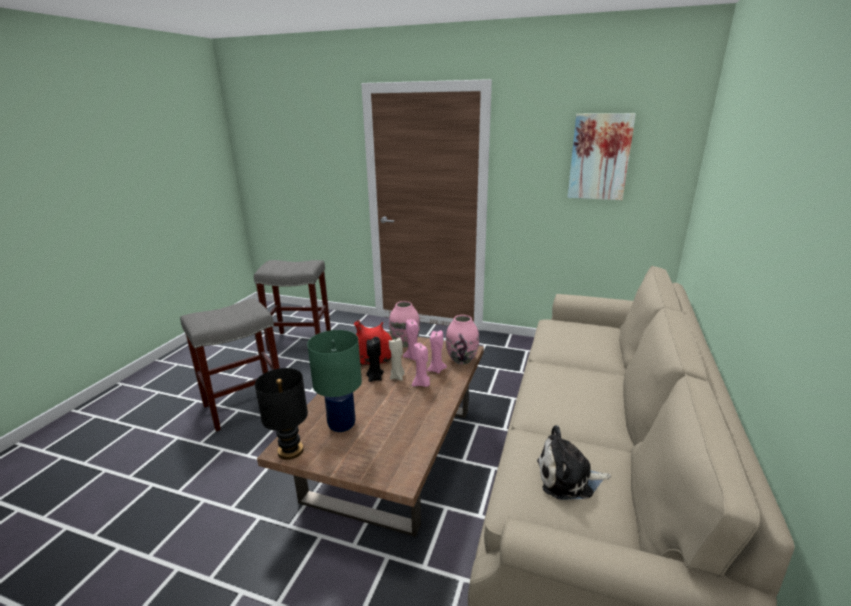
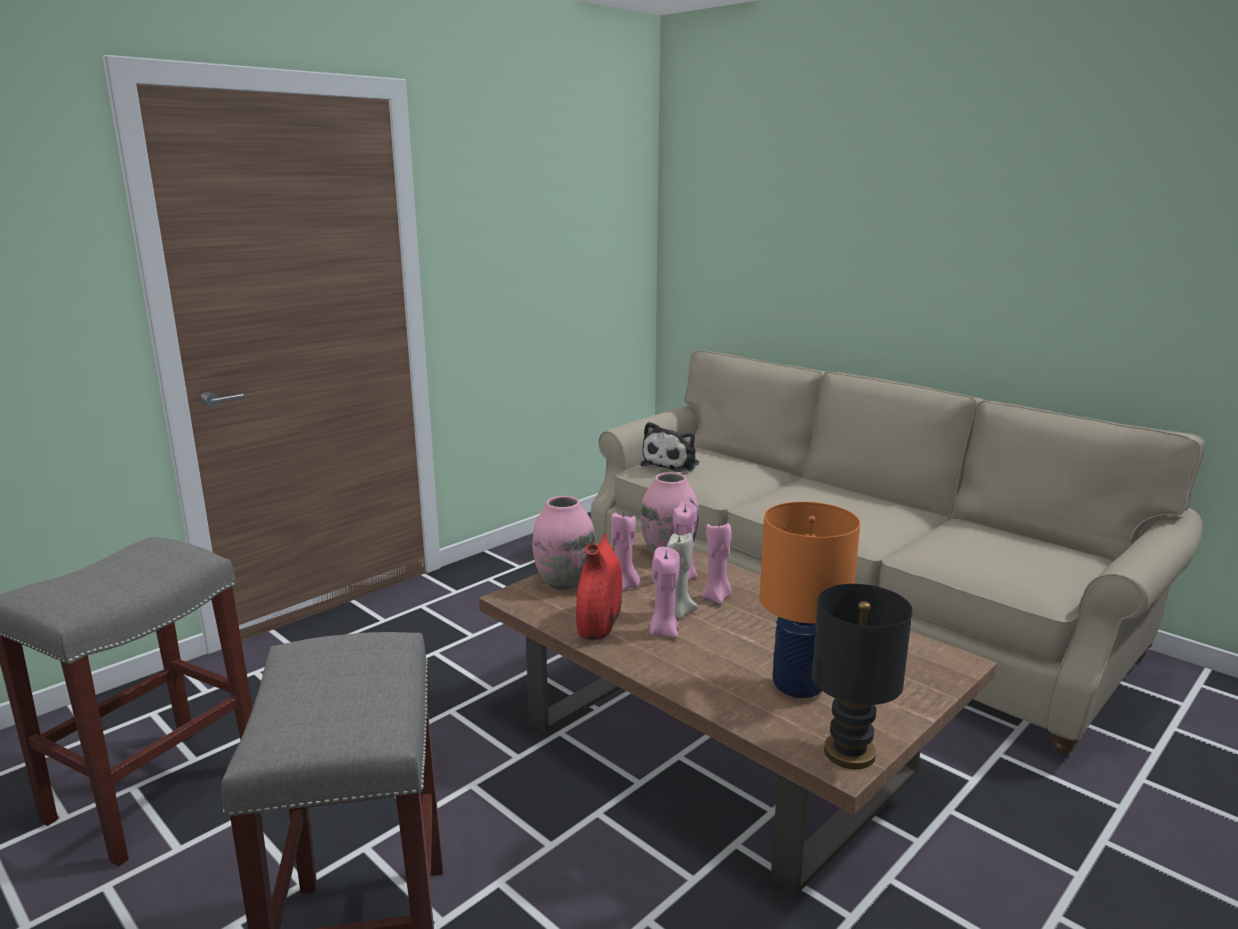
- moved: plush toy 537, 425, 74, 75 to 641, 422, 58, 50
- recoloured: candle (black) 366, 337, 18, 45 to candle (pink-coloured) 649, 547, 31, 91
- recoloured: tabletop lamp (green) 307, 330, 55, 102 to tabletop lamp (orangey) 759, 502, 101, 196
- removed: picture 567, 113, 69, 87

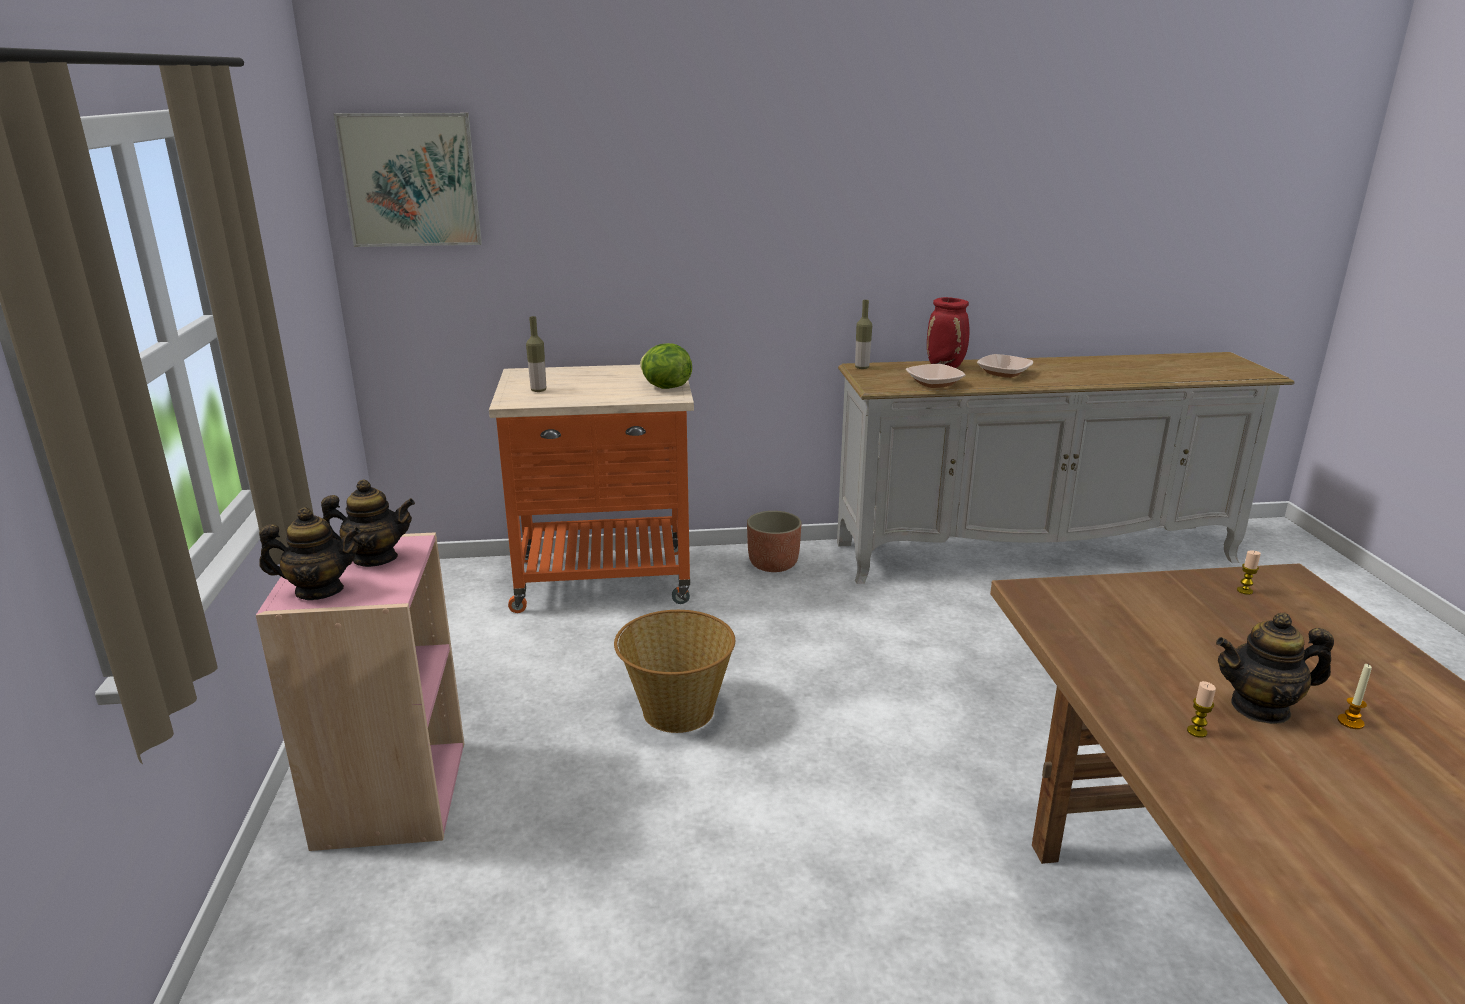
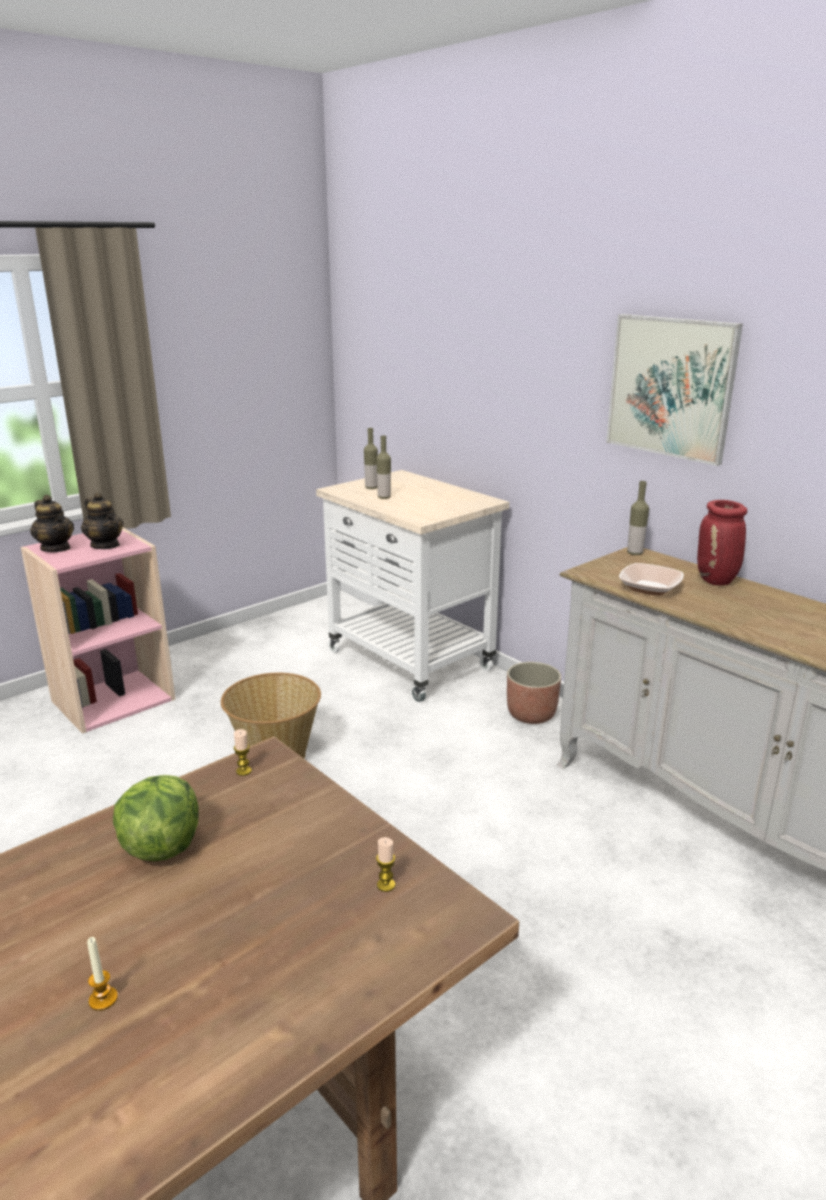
- moved: head of lettuce 640, 343, 52, 46 to 113, 775, 86, 87
- moved: candle 1187, 681, 29, 57 to 234, 729, 18, 47
- recoloured: trolley (orangey) 489, 365, 205, 248 to trolley (white) 316, 470, 193, 232
- added: bottle 376, 435, 15, 64
- moved: picture 334, 113, 148, 134 to 606, 314, 137, 152
- removed: serving bowl 977, 354, 56, 24
- removed: pot for tea 1216, 613, 118, 111

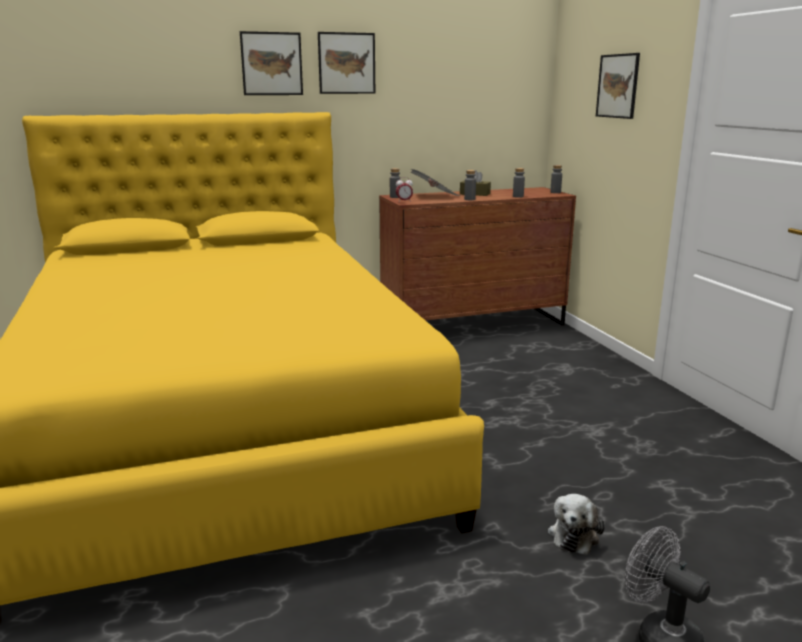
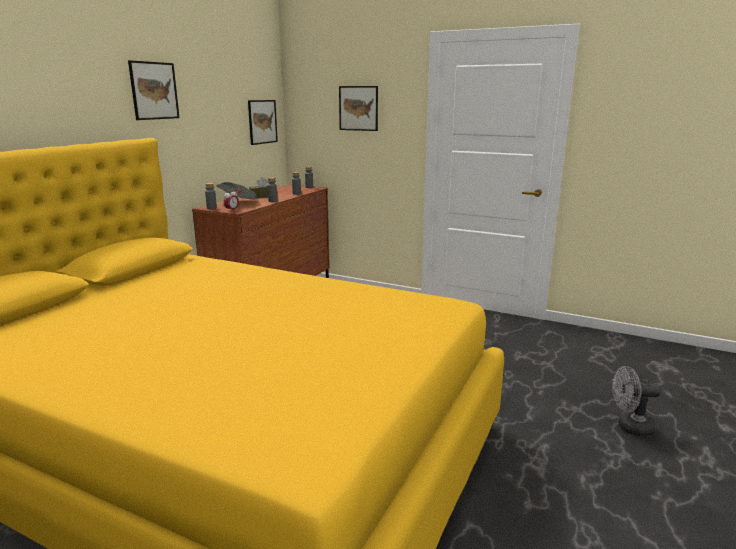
- moved: picture 240, 31, 63, 64 to 248, 100, 30, 45
- removed: plush toy 548, 494, 57, 61

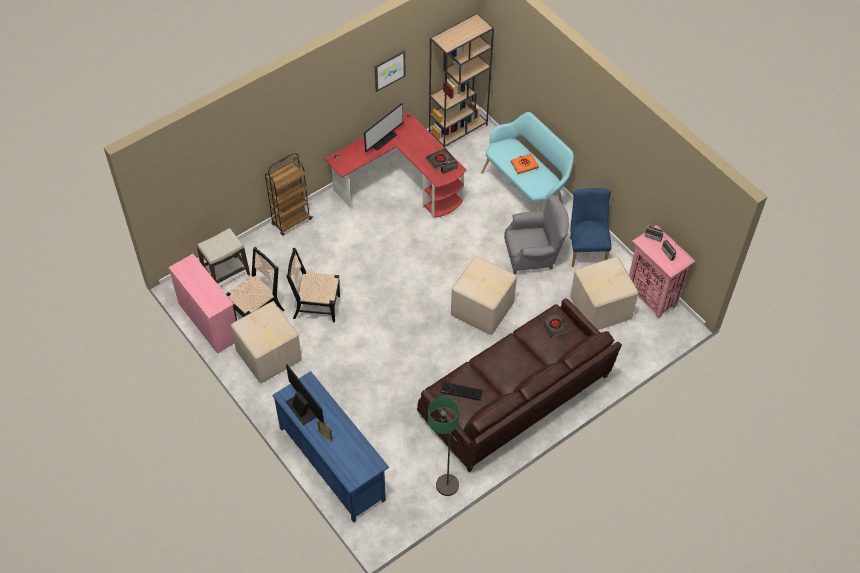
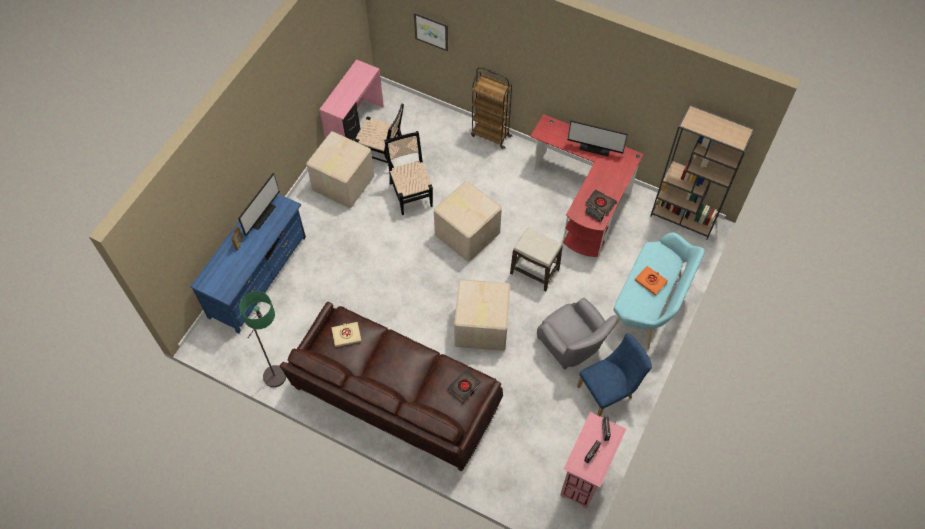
- replaced: PC keyboard 441, 382, 42, 19 to volume (beige) 331, 322, 31, 25
- moved: picture 375, 50, 30, 42 to 414, 12, 34, 40
- moved: packing box 570, 257, 69, 73 to 434, 181, 68, 81
- moved: sitting stool 197, 228, 53, 56 to 510, 227, 53, 65

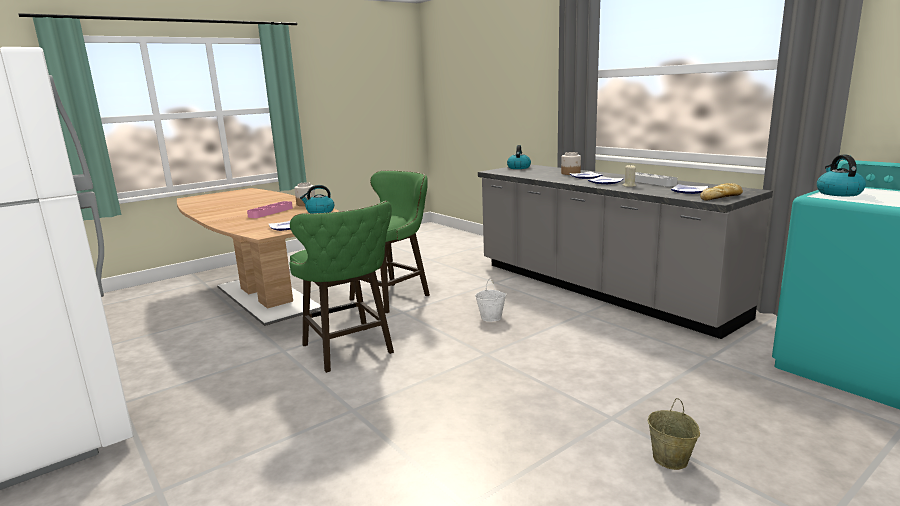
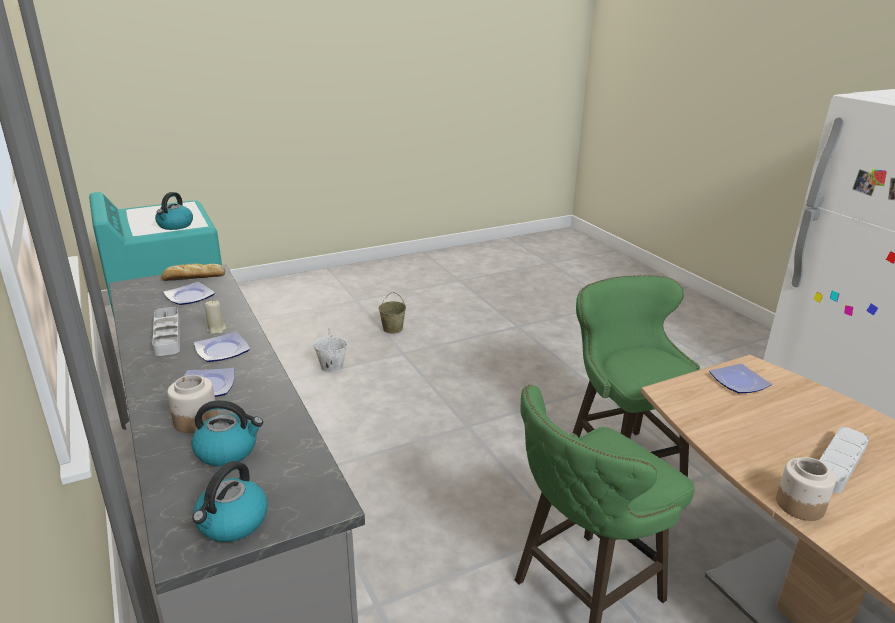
- moved: kettle 300, 185, 35, 28 to 191, 400, 72, 67
- moved: pail (white) 475, 278, 31, 44 to 313, 328, 34, 44
- recoloured: carrying tray (pink-coloured) 247, 201, 46, 17 to carrying tray (greyish) 819, 427, 50, 66

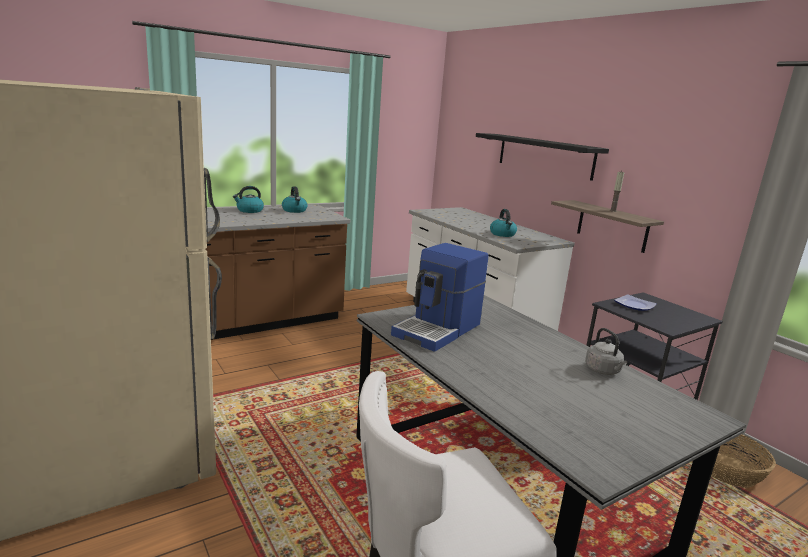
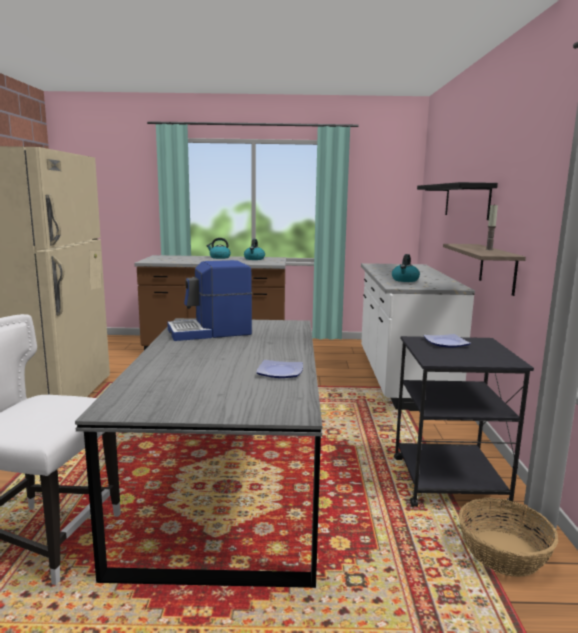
- replaced: kettle (greyish) 585, 328, 42, 47 to plate 256, 360, 47, 18

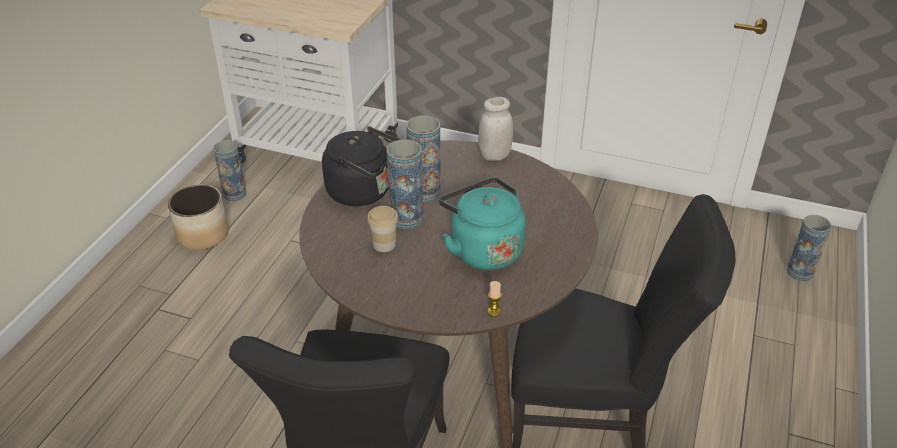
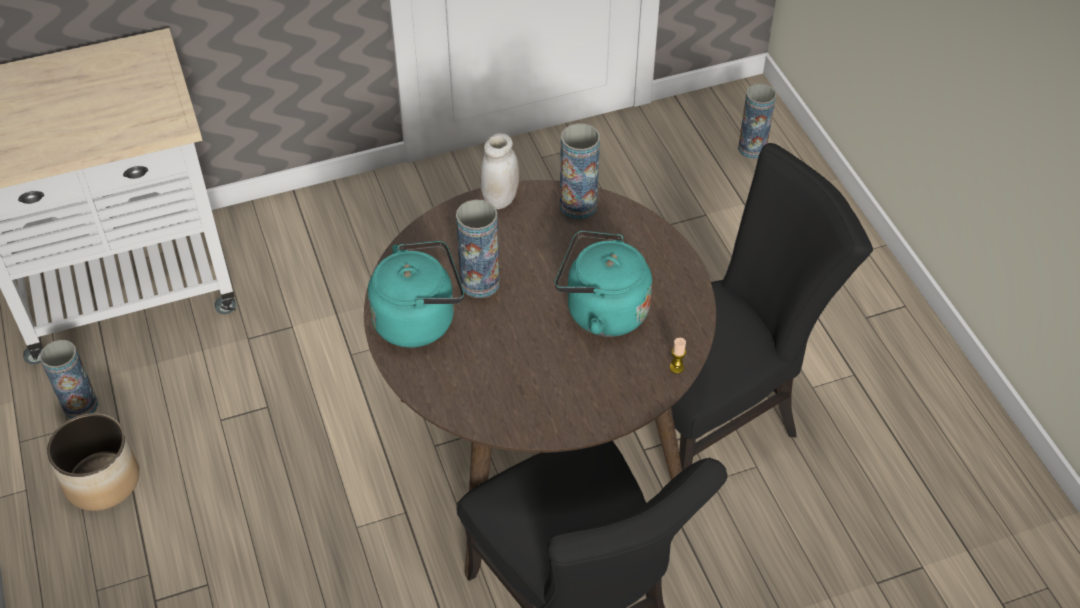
- recoloured: kettle (black) 322, 126, 78, 80 to kettle (turquoise-coloured) 367, 241, 97, 107
- moved: flower vase 387, 139, 36, 90 to 560, 123, 40, 97
- removed: cup 367, 206, 31, 46

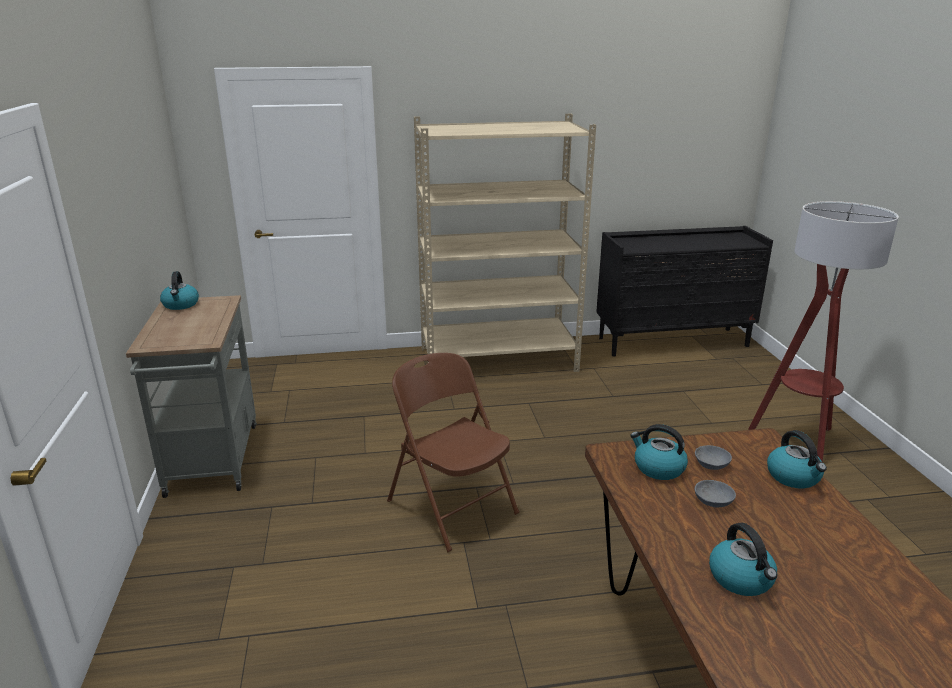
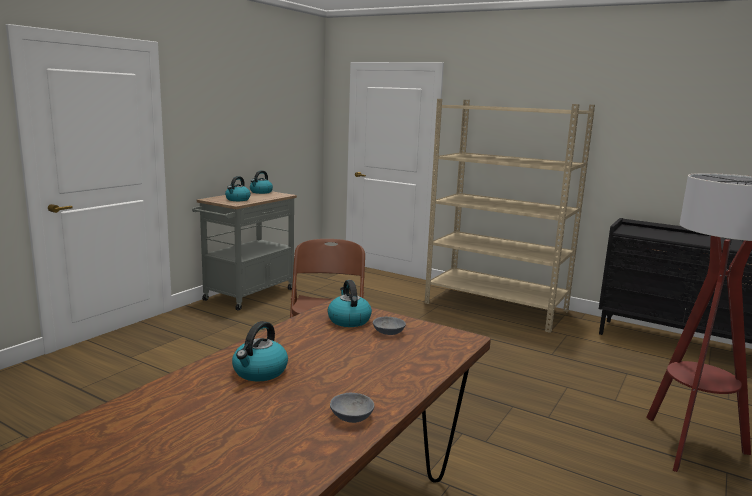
- moved: kettle 767, 430, 60, 58 to 225, 176, 26, 25
- moved: serving bowl (greyish) 695, 480, 41, 27 to 330, 393, 44, 30

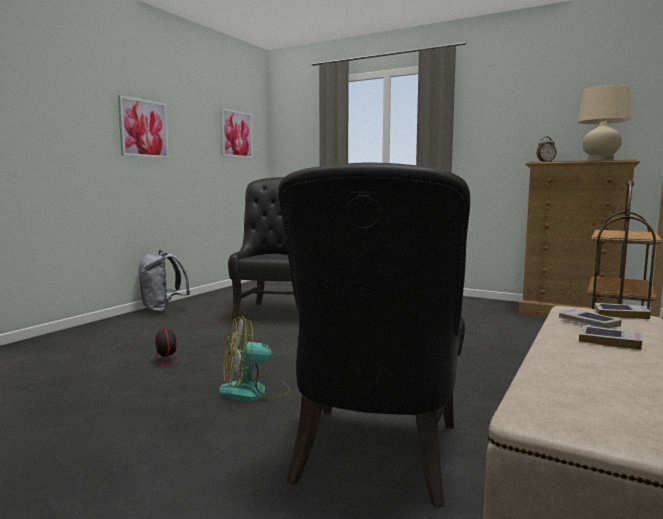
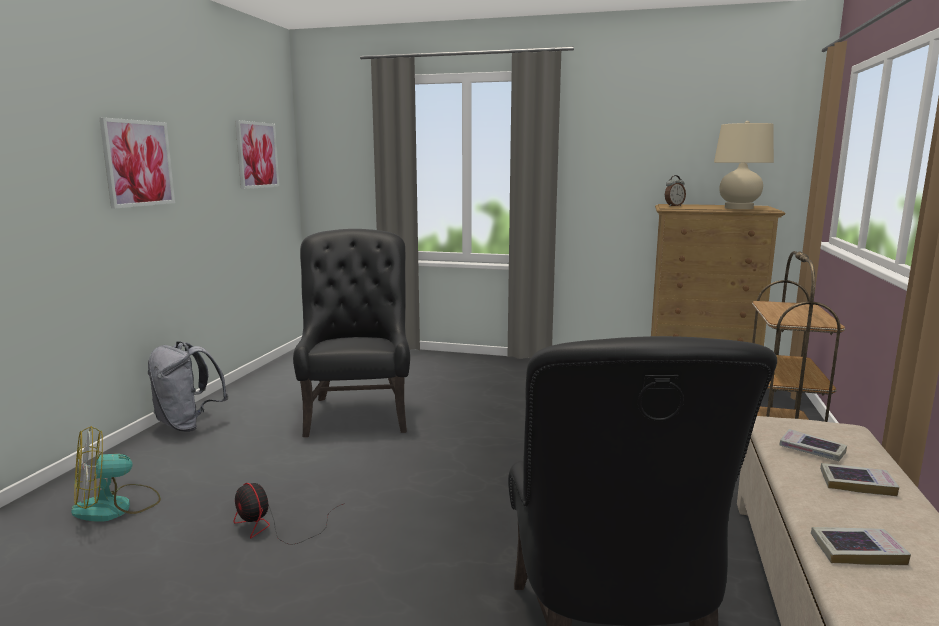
- moved: fan 219, 316, 71, 85 to 71, 426, 90, 96
- moved: volume 594, 303, 57, 16 to 811, 527, 100, 38

